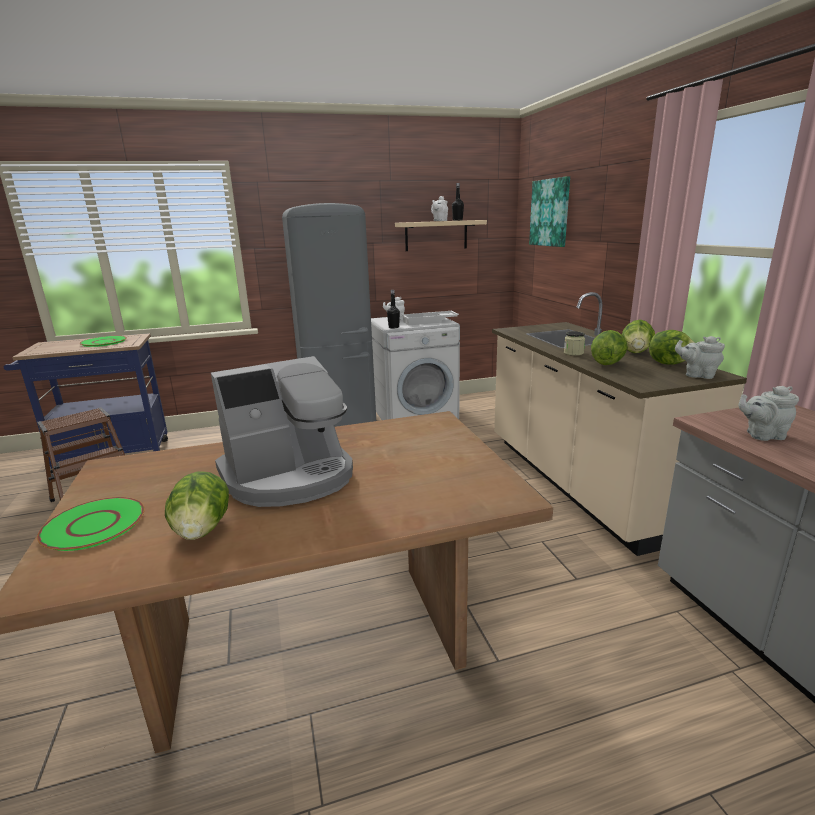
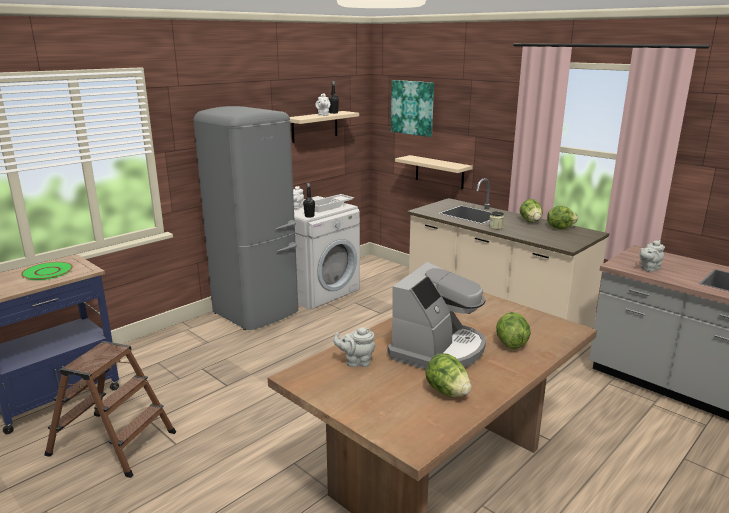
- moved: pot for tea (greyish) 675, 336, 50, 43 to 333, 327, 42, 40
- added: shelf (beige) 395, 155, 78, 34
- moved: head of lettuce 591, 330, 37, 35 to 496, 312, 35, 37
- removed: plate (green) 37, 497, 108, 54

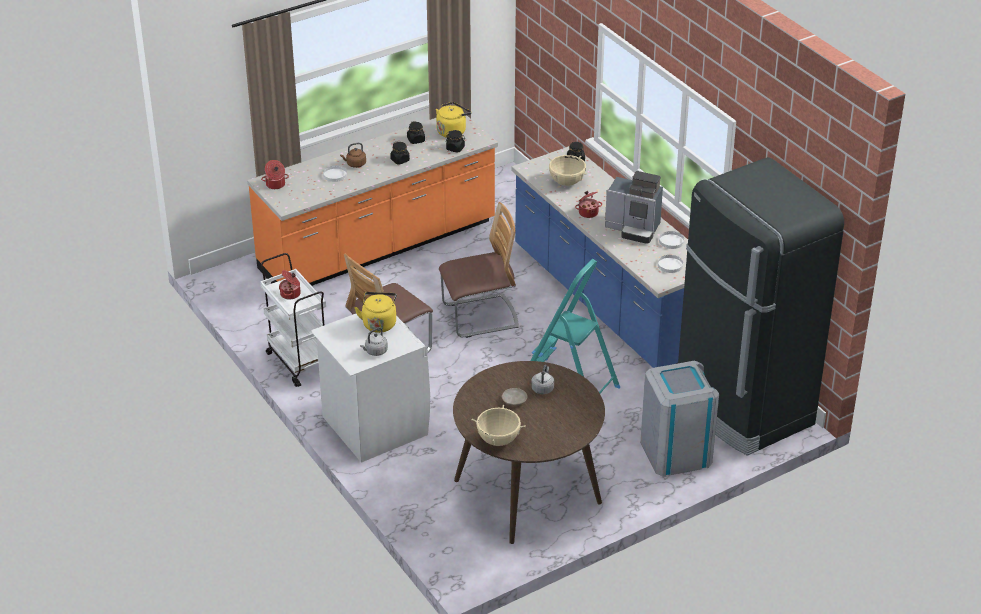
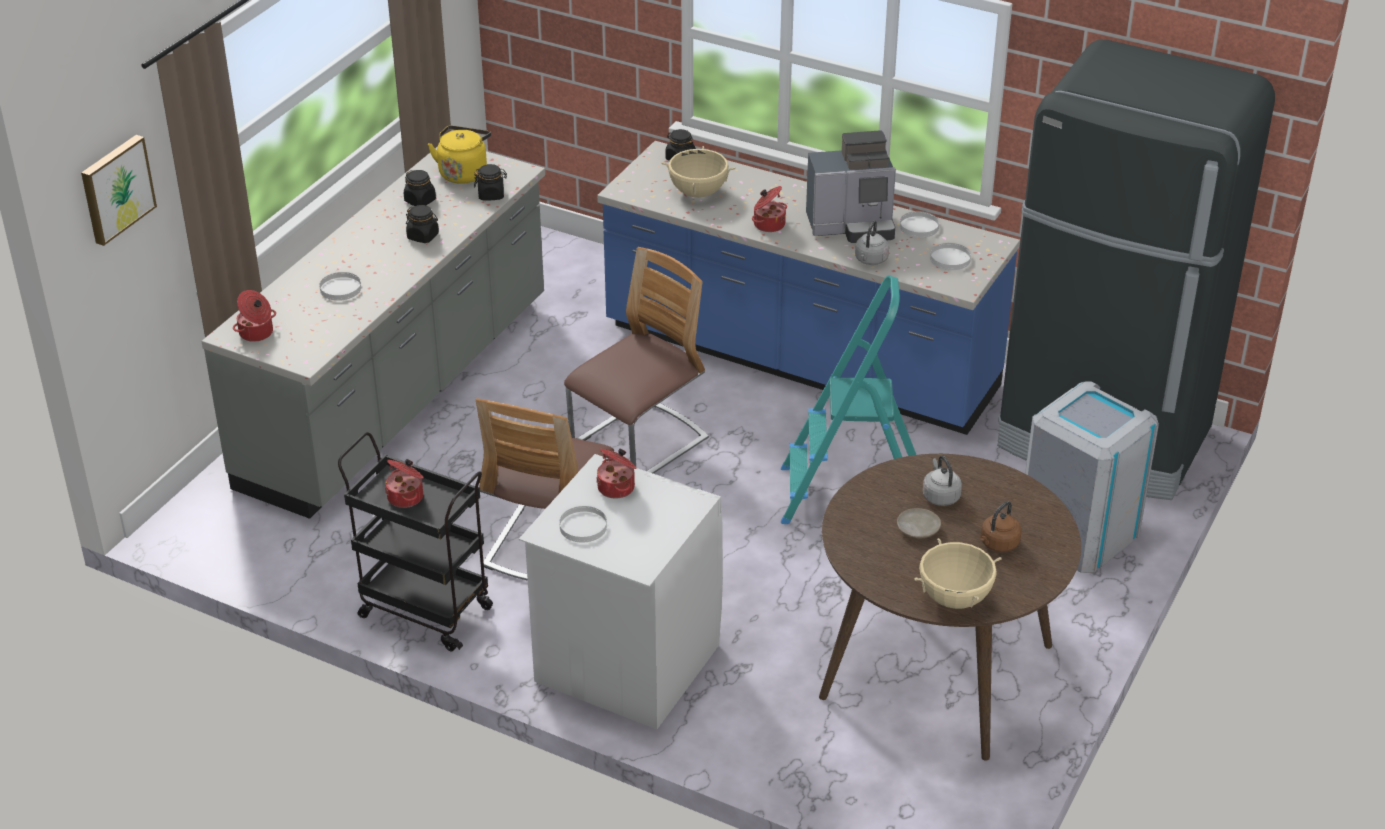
- added: picture 81, 135, 76, 111
- recoloured: kitchen counter (orangey) 247, 116, 251, 170 to kitchen counter (greyish) 201, 146, 344, 373
- recoloured: trolley (white) 260, 253, 66, 134 to trolley (black) 338, 432, 155, 219
- added: plate (white) 559, 506, 48, 37
- replaced: kettle (yellow) 354, 292, 43, 41 to saucepot 596, 448, 40, 51
- moved: kettle (greyish) 360, 327, 28, 29 to 855, 220, 34, 45
- moved: kettle (brownish) 340, 143, 26, 25 to 980, 501, 42, 51

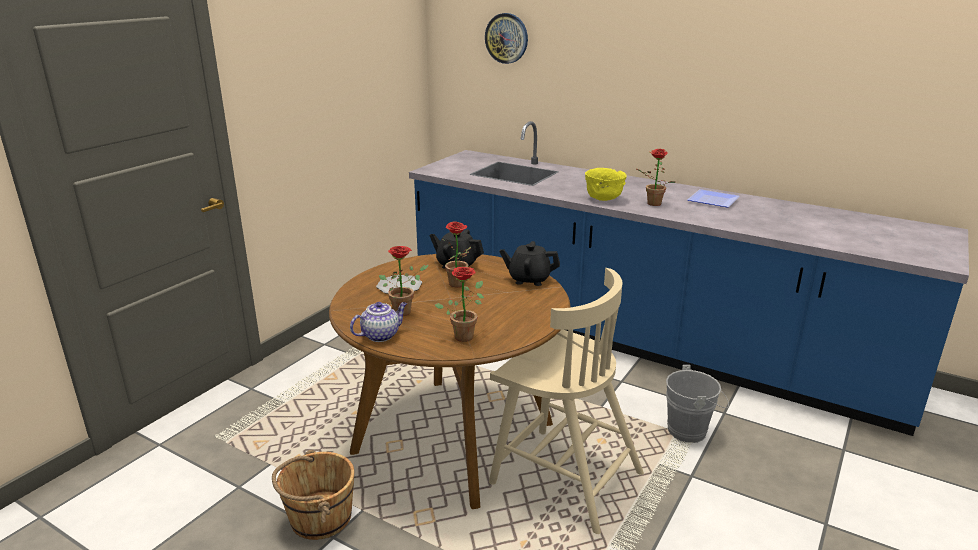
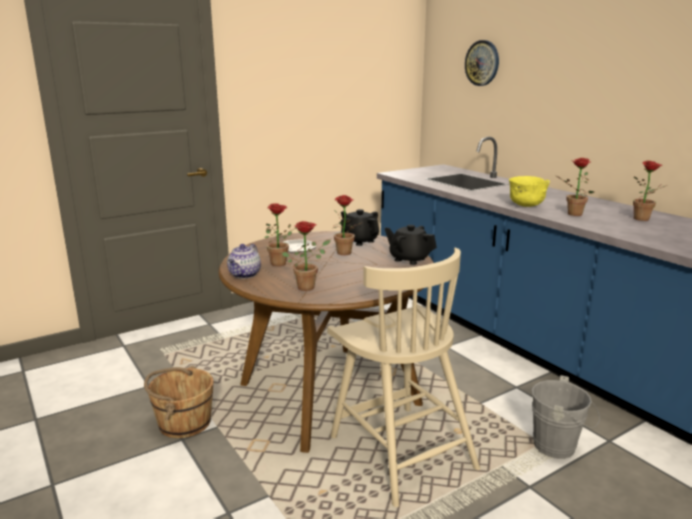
- turned: pot for tea 350, 302, 57, 40 = 227, 244, 34, 35 120 degrees clockwise
- replaced: plate 687, 189, 53, 19 to houseplant 633, 161, 35, 60

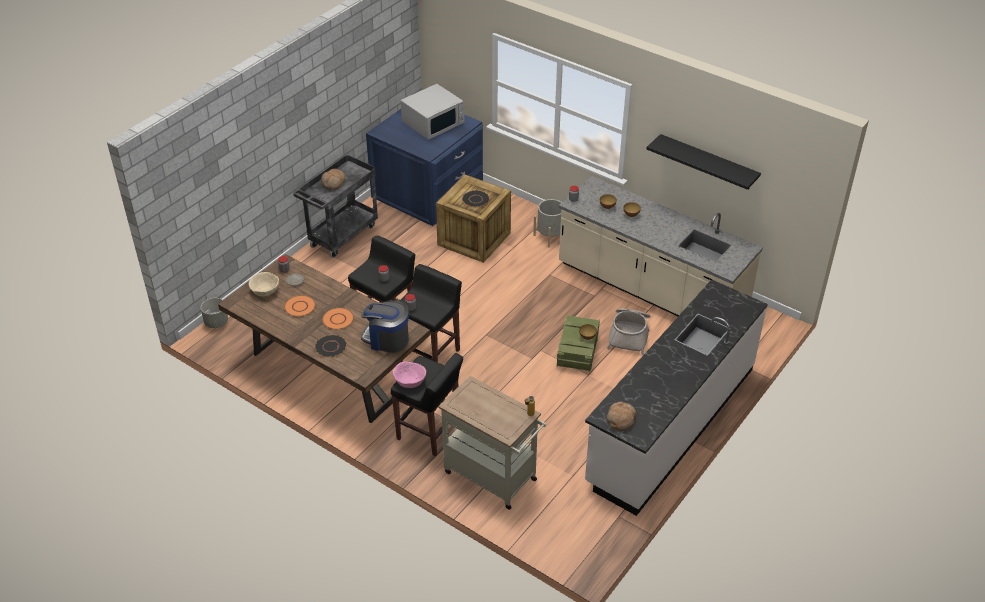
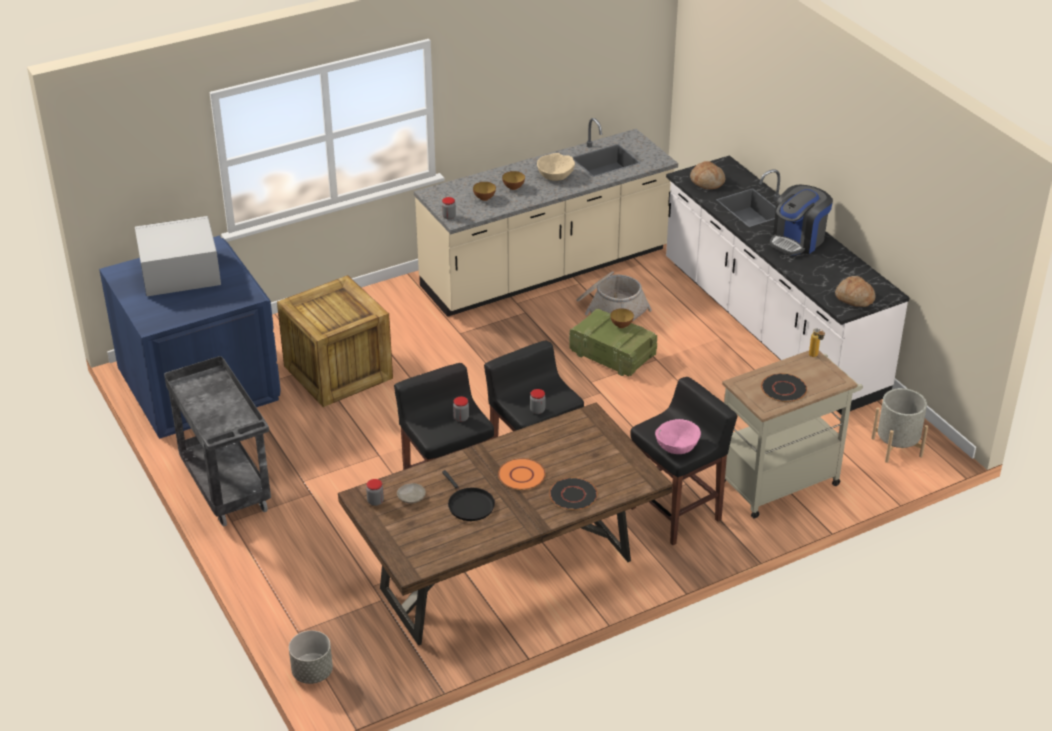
- turned: microwave (white) 401, 84, 64, 56 = 135, 216, 86, 80 90 degrees counterclockwise
- replaced: plate (orangey) 284, 295, 32, 22 to skillet (black) 442, 470, 53, 51
- moved: serving bowl (beige) 249, 272, 30, 24 to 537, 153, 38, 28
- moved: baked bread 321, 169, 25, 21 to 690, 161, 36, 28
- moved: plate (black) 462, 190, 27, 17 to 761, 373, 46, 29
- moved: coffee brewer 361, 300, 48, 53 to 769, 184, 64, 71
- moved: planter (greyish) 533, 199, 29, 49 to 871, 388, 57, 75
- removed: shelf (black) 647, 134, 114, 56

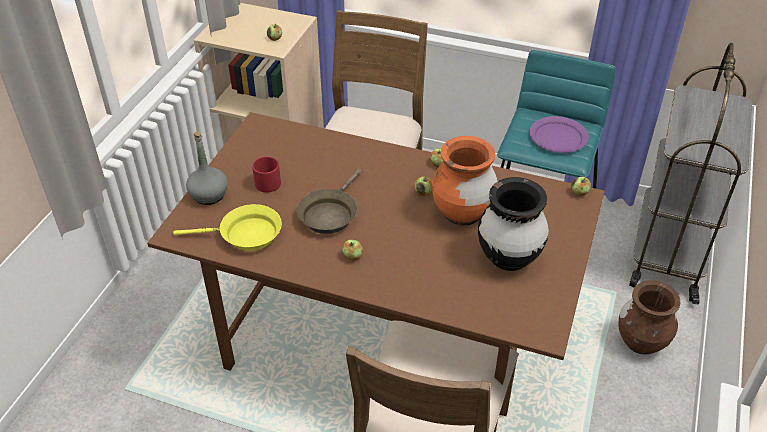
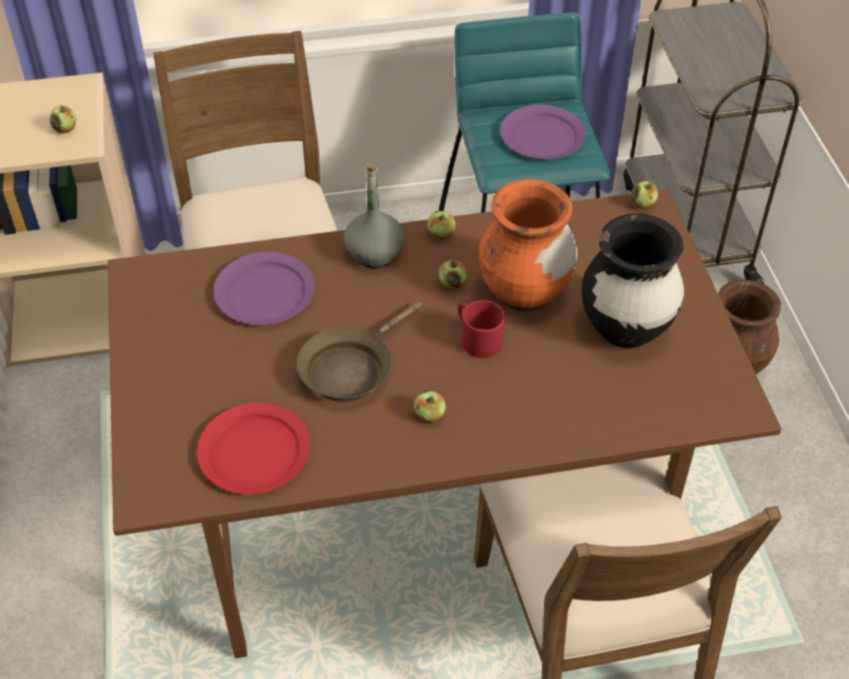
- replaced: skillet (yellow) 173, 204, 109, 47 to plate (reddish) 197, 403, 114, 91
- added: plate (purple) 213, 252, 102, 73
- turned: skillet (brownish) 297, 169, 64, 65 = 297, 301, 125, 101 45 degrees clockwise
- moved: bottle (greyish) 186, 131, 42, 74 to 344, 162, 60, 106
- moved: tea mug (reddish) 252, 156, 29, 37 to 458, 300, 47, 58

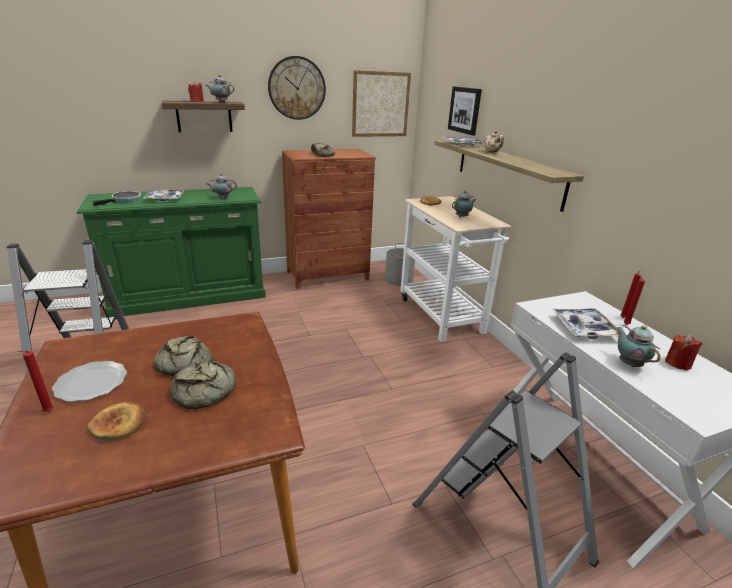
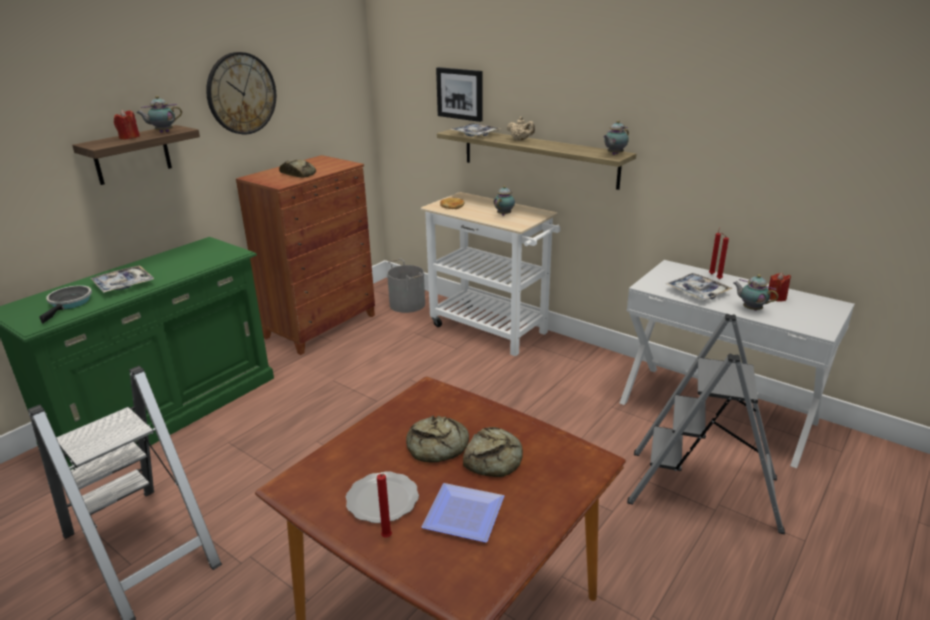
- replaced: baked bread 87, 402, 58, 38 to plate 422, 483, 82, 60
- moved: pot for tea 206, 174, 31, 24 to 603, 120, 26, 35
- removed: picture 352, 70, 59, 67

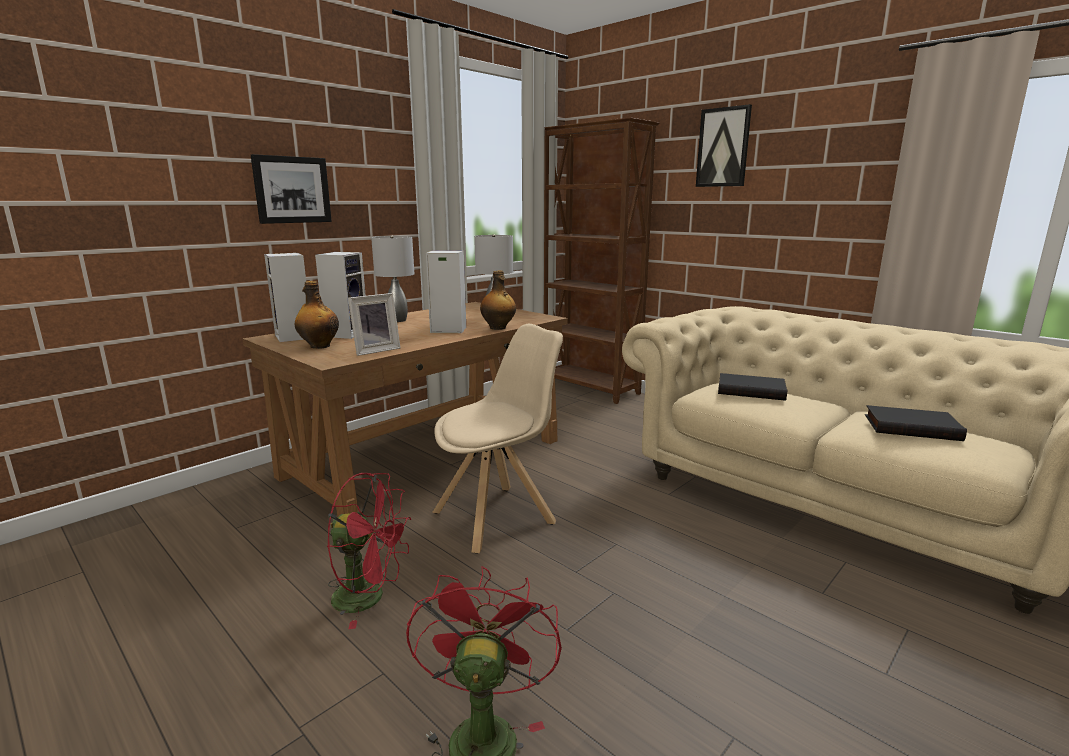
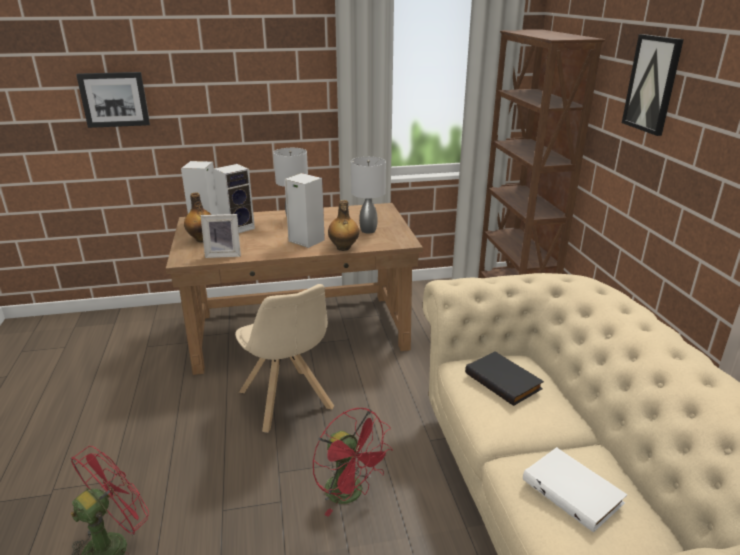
- moved: picture 251, 154, 81, 70 to 76, 72, 74, 56
- turned: plain chair (beige) 432, 324, 131, 229 = 235, 284, 99, 149 60 degrees clockwise
- moved: fan (reddish) 327, 473, 84, 157 to 312, 408, 81, 109
- recoloured: volume (black) 865, 405, 102, 36 to volume (white) 523, 447, 104, 86

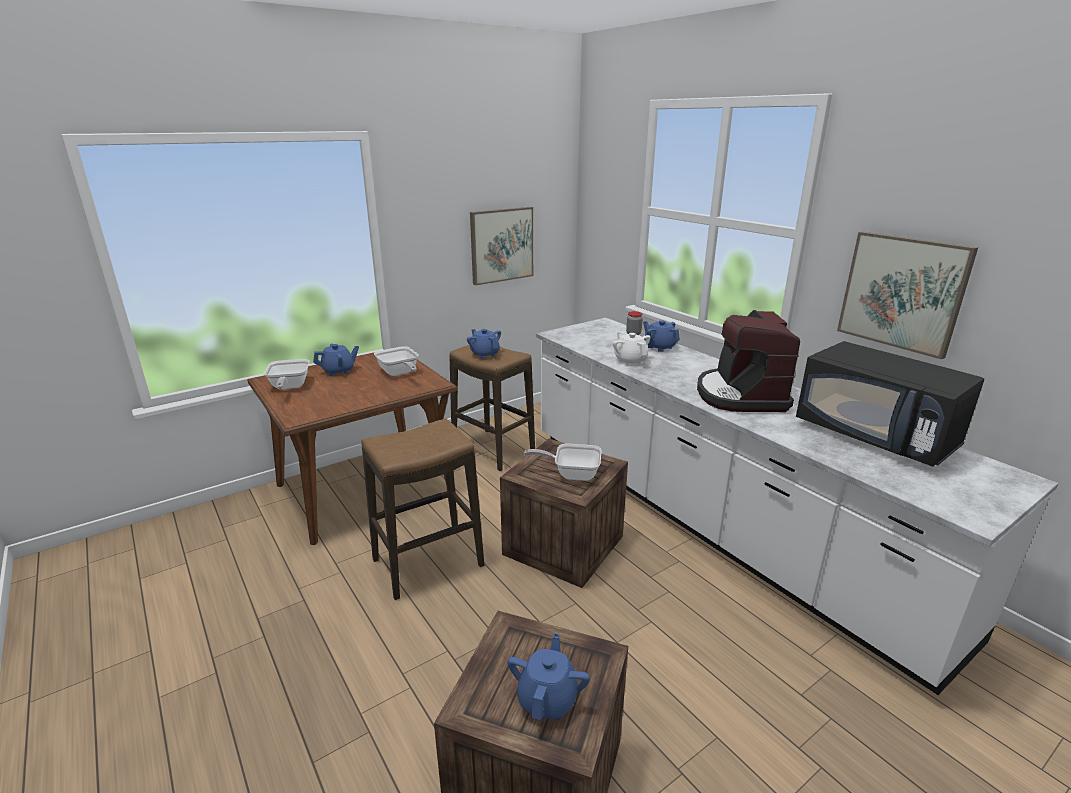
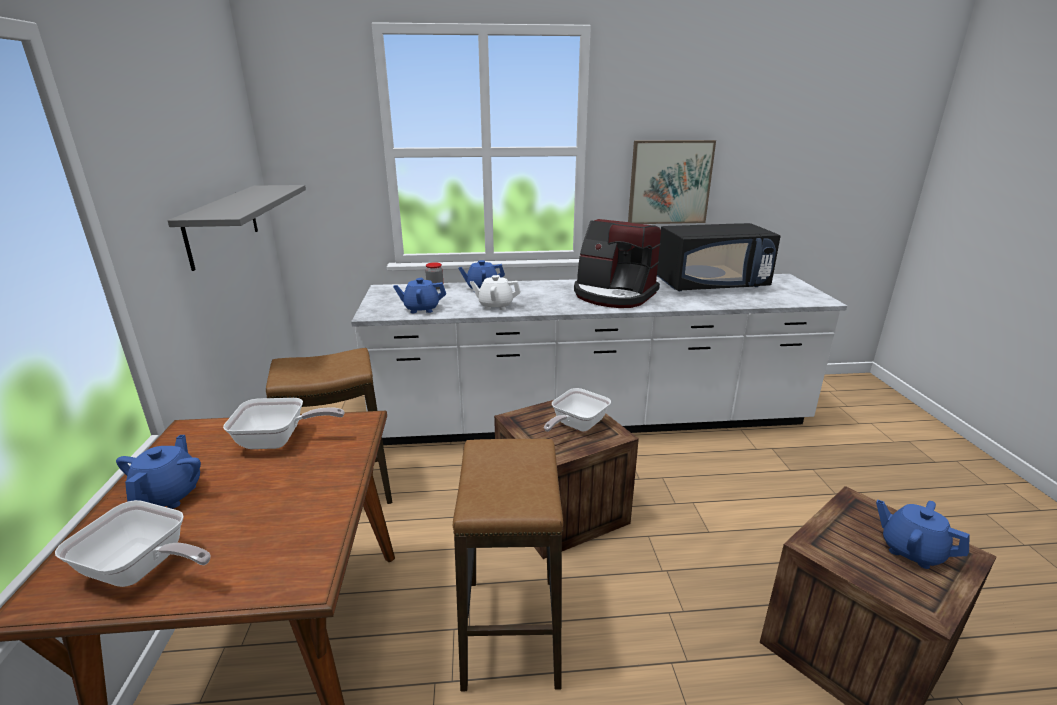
- replaced: picture 470, 207, 63, 79 to shelf (greyish) 167, 185, 139, 86
- moved: pot for tea (blue) 467, 329, 34, 30 to 393, 278, 53, 35

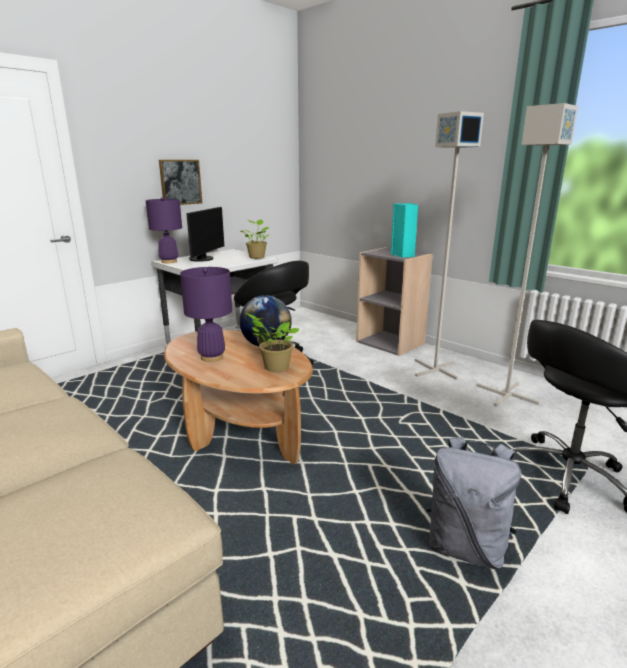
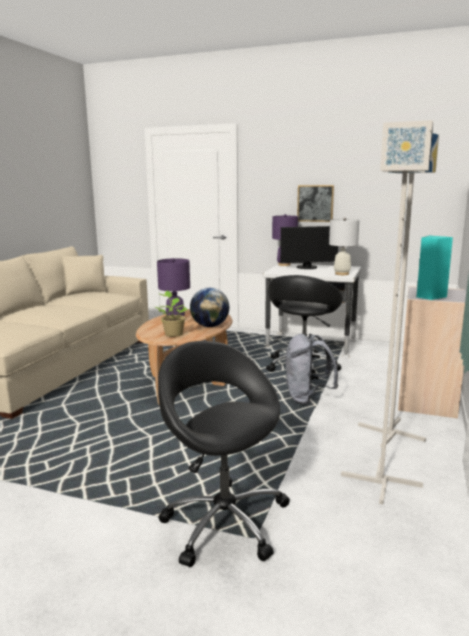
- moved: backpack (greyish) 427, 437, 95, 132 to 286, 333, 52, 72
- replaced: houseplant 240, 220, 29, 39 to tabletop lamp (white) 329, 217, 30, 58

